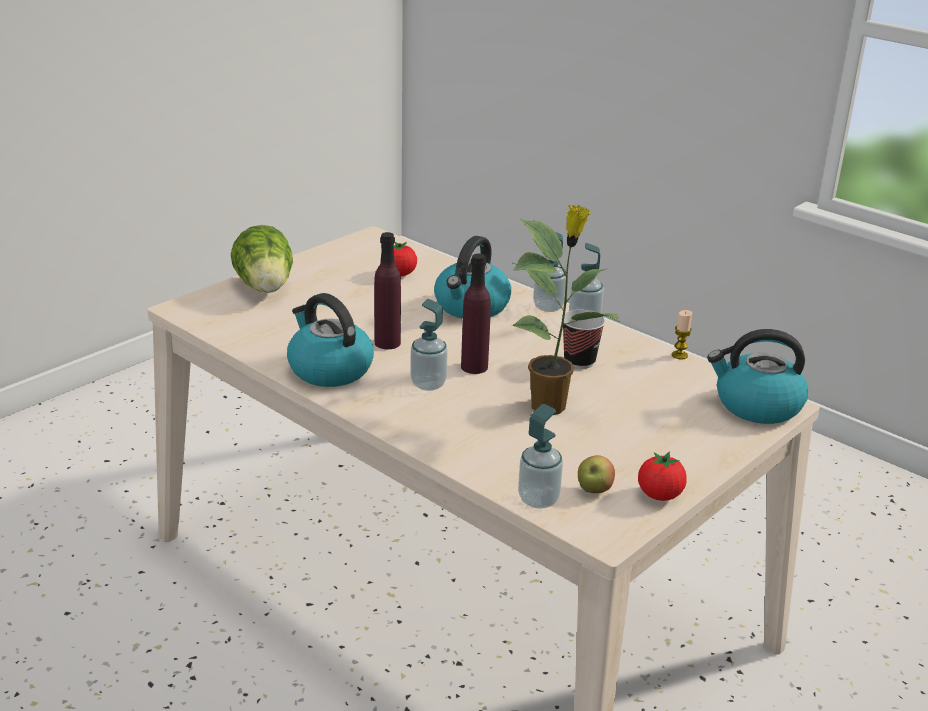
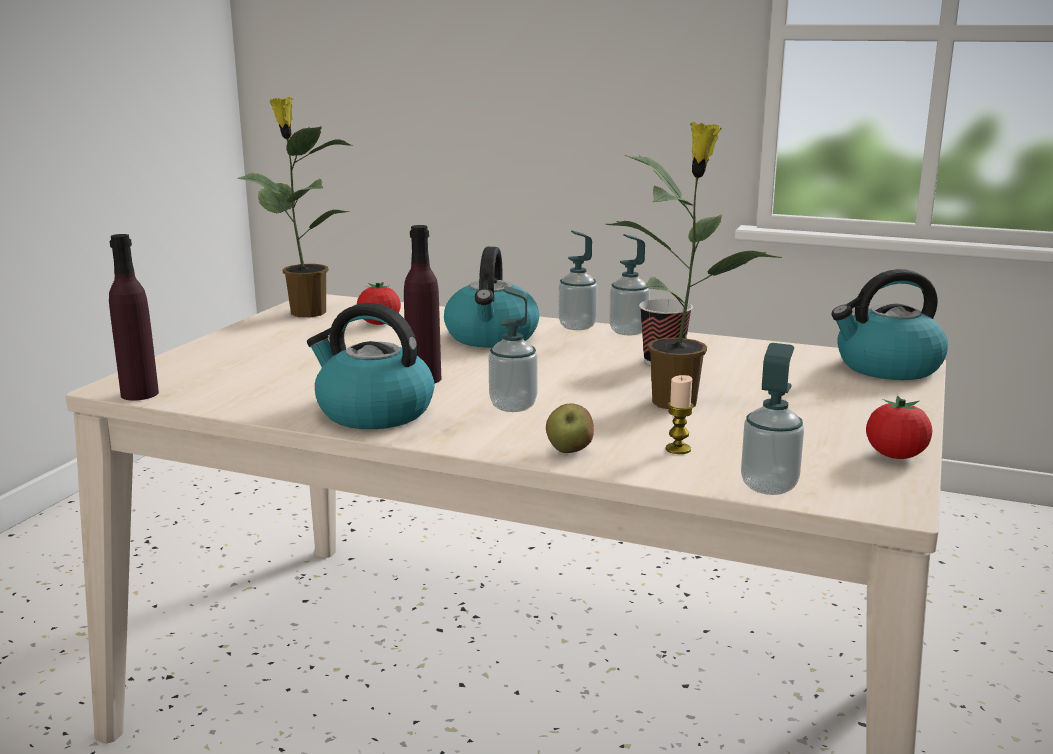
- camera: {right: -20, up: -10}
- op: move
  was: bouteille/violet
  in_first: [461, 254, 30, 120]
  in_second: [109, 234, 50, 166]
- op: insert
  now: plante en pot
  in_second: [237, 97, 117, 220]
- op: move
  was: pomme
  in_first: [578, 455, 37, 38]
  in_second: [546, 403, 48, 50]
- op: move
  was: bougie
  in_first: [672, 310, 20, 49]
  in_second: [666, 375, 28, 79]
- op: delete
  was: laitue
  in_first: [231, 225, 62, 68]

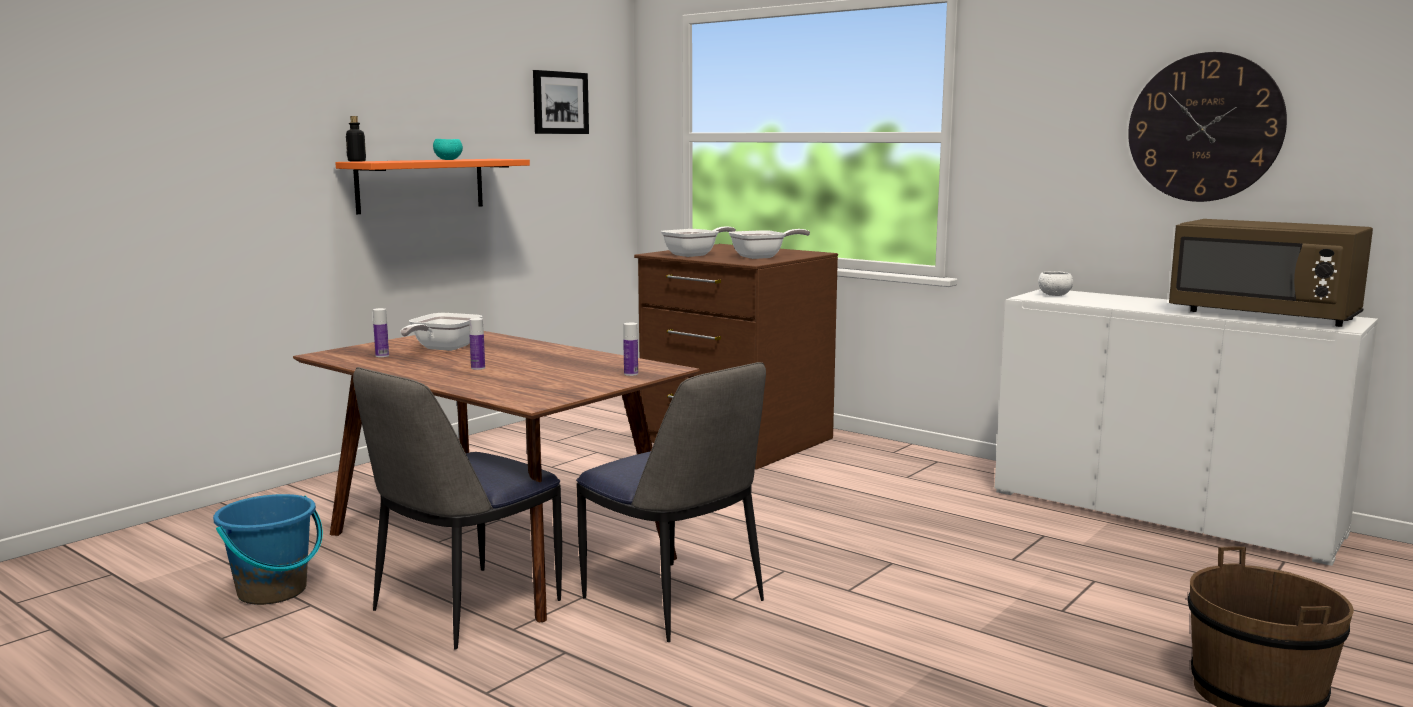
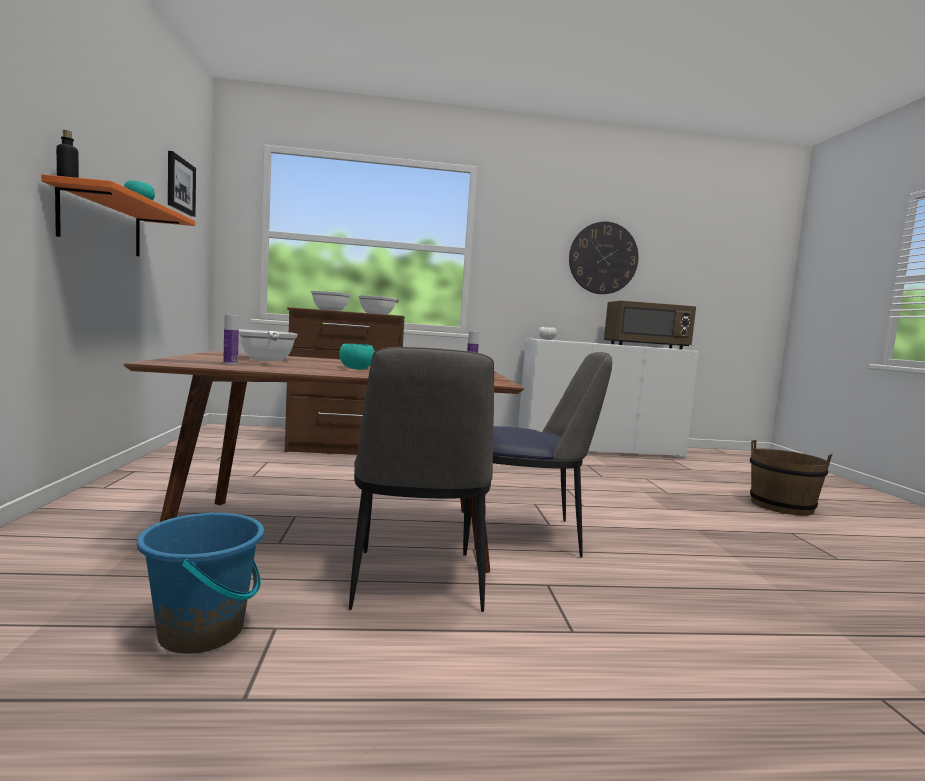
- camera: {right: -45, up: -5}
- op: replace
  was: bouteille
  now: bol/turquoise
  in_first: [469, 318, 16, 52]
  in_second: [339, 344, 35, 26]

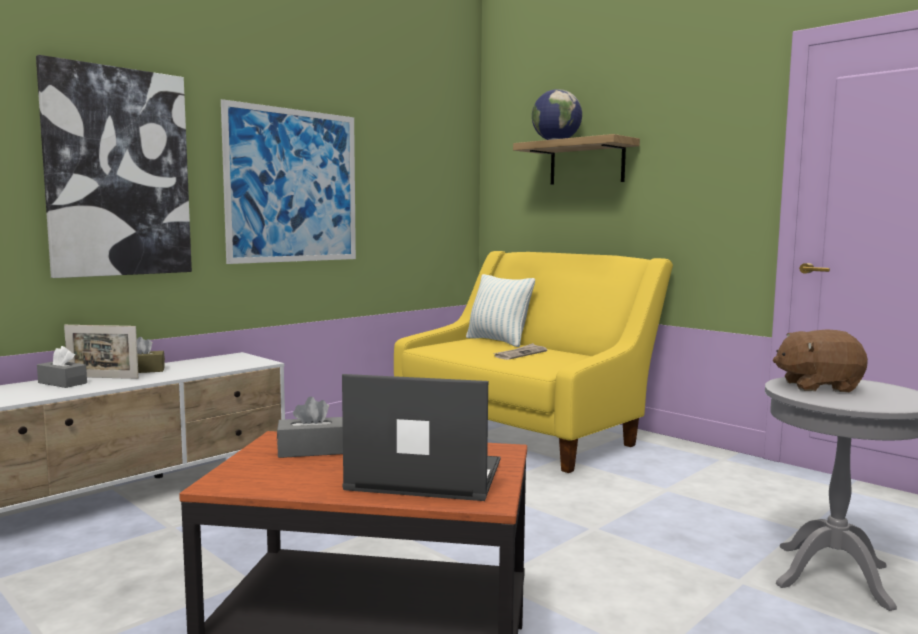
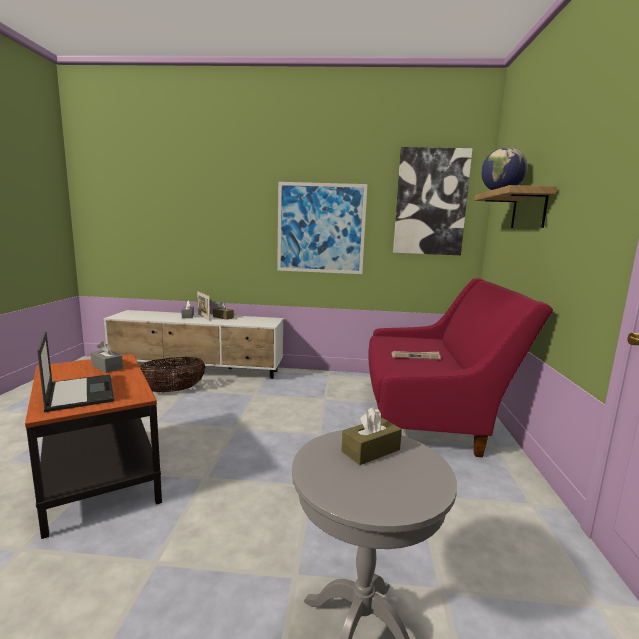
- camera: {right: 50, up: 5}
- op: insert
  now: panier
  in_second: [140, 357, 66, 35]
- op: replace
  was: peluche/marron
  now: boîte à mouchoirs/marron
  in_first: [773, 329, 95, 63]
  in_second: [341, 407, 61, 58]
- op: recolor
  was: canapé/jaune
  now: canapé/rouge
  in_first: [394, 251, 279, 222]
  in_second: [368, 278, 185, 179]
- op: move
  was: tableau
  in_first: [36, 55, 156, 223]
  in_second: [393, 147, 80, 108]
- op: delete
  was: coussin
  in_first: [466, 274, 69, 73]

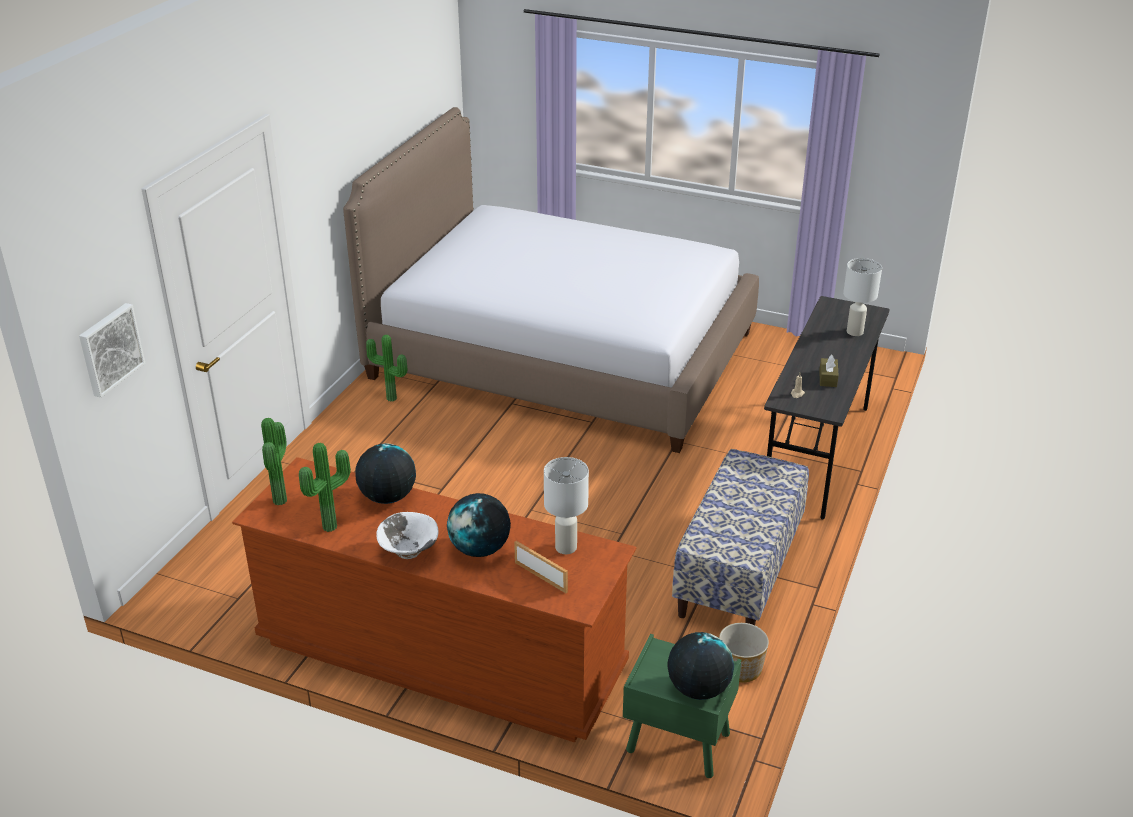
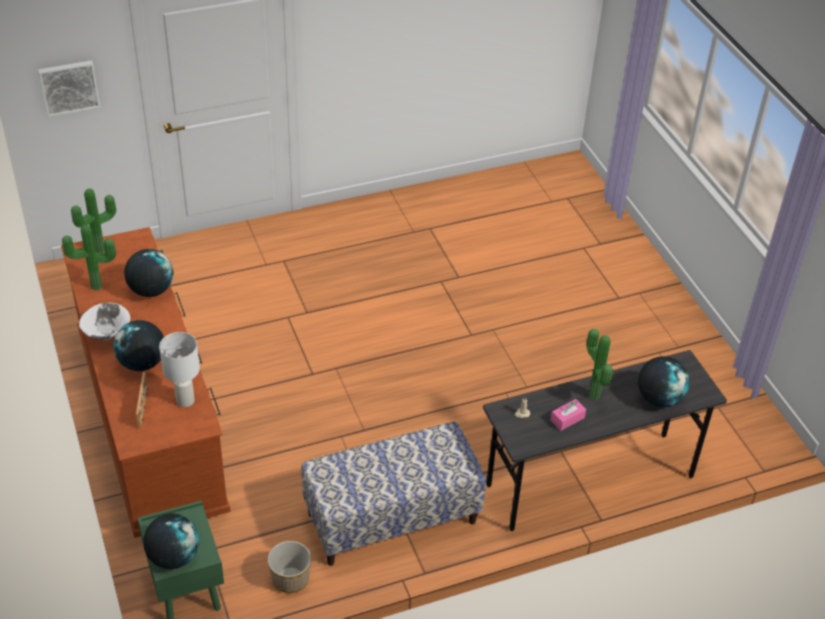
- camera: {right: 45, up: 10}
- op: recolor
  was: boîte à mouchoirs/marron
  now: boîte à mouchoirs/rose
  in_first: [819, 355, 20, 32]
  in_second: [550, 399, 36, 32]
- op: move
  was: plante en pot
  in_first: [366, 335, 42, 67]
  in_second: [586, 328, 27, 72]
- op: replace
  was: lampe de table/blanc
  now: globe
  in_first: [843, 258, 39, 78]
  in_second: [638, 356, 52, 51]
- op: delete
  was: lit
  in_first: [343, 107, 416, 346]

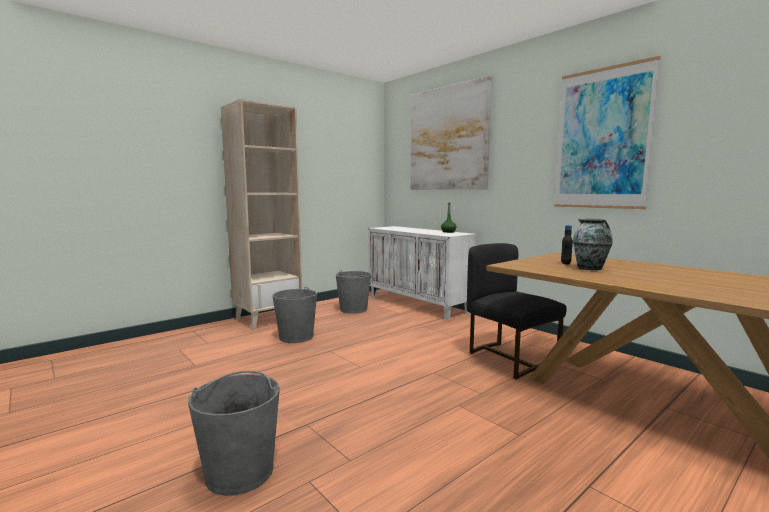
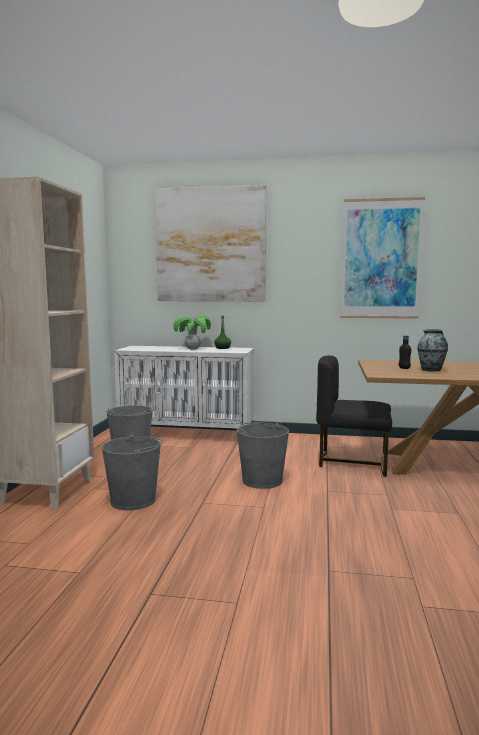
- camera: {right: -40, up: 0}
- op: insert
  now: plante en pot
  in_second: [173, 316, 38, 34]
- op: move
  was: seau/gris
  in_first: [188, 371, 92, 125]
  in_second: [237, 422, 52, 67]

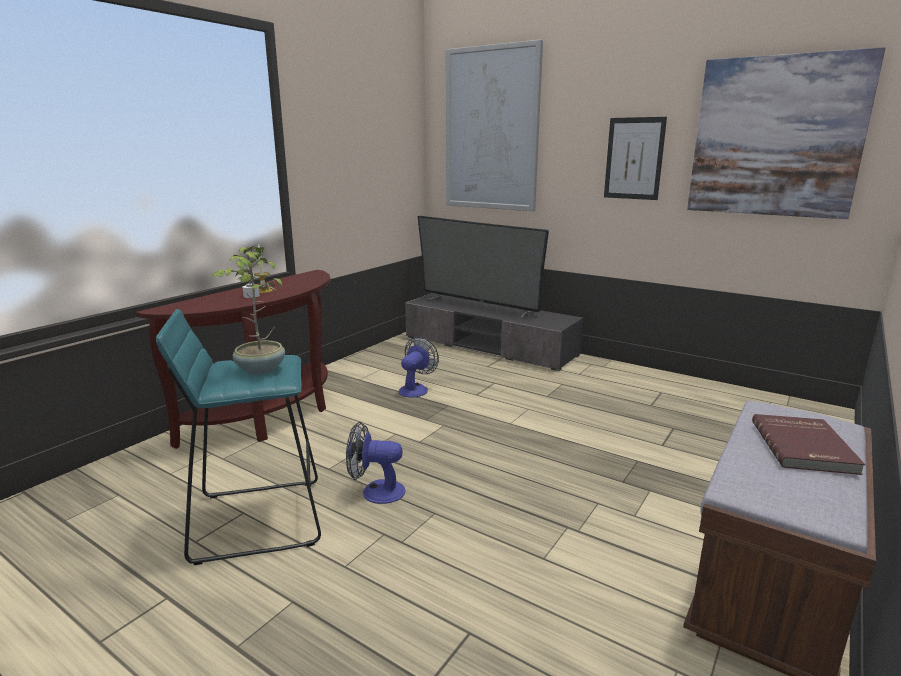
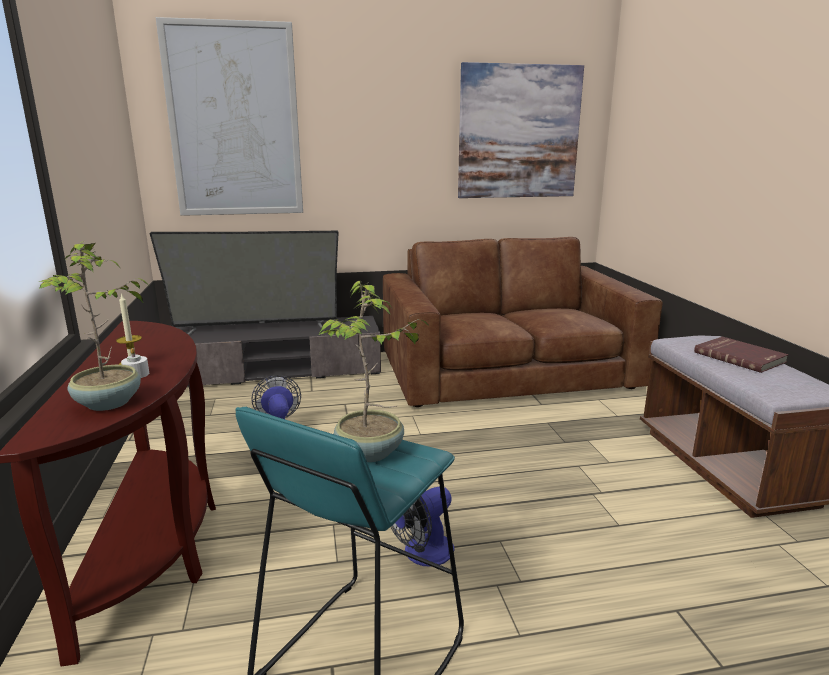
- camera: {right: -45, up: 0}
- op: insert
  now: plante en pot
  in_second: [39, 241, 109, 170]
- op: insert
  now: canapé/marron
  in_second: [383, 237, 280, 170]
- op: delete
  was: tableau
  in_first: [604, 117, 63, 83]

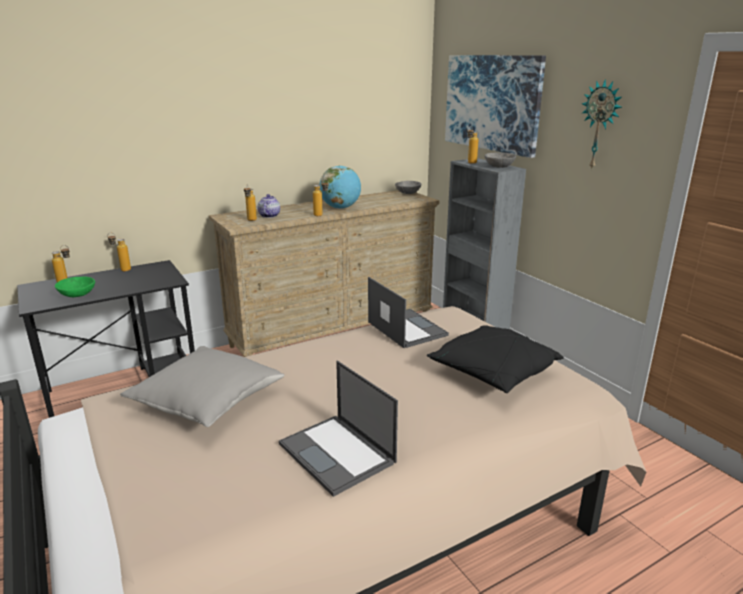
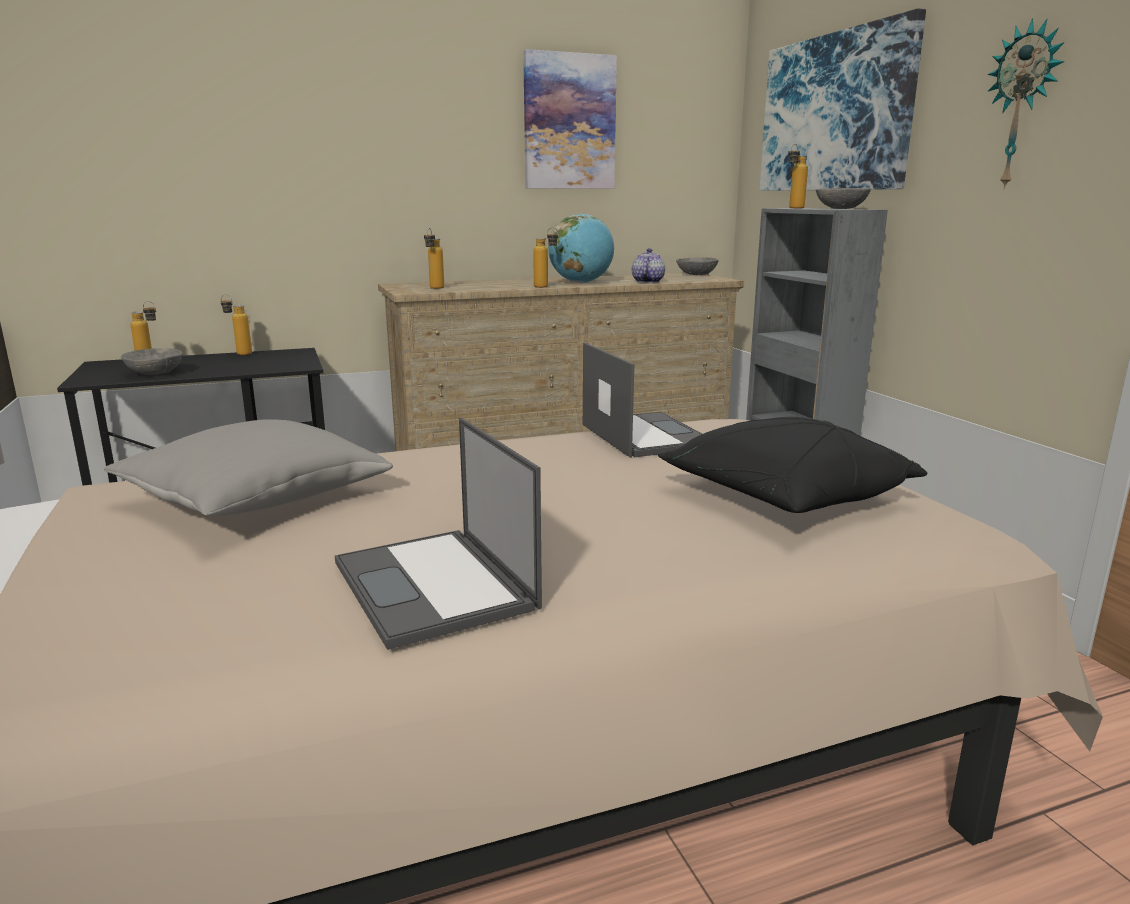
- camera: {right: 10, up: -5}
- op: recolor
  was: bol/vert
  now: bol/gris
  in_first: [55, 276, 40, 21]
  in_second: [121, 348, 62, 27]
- op: insert
  now: tableau
  in_second: [523, 49, 94, 140]
- op: move
  was: théière
  in_first: [257, 194, 23, 24]
  in_second: [632, 248, 33, 35]

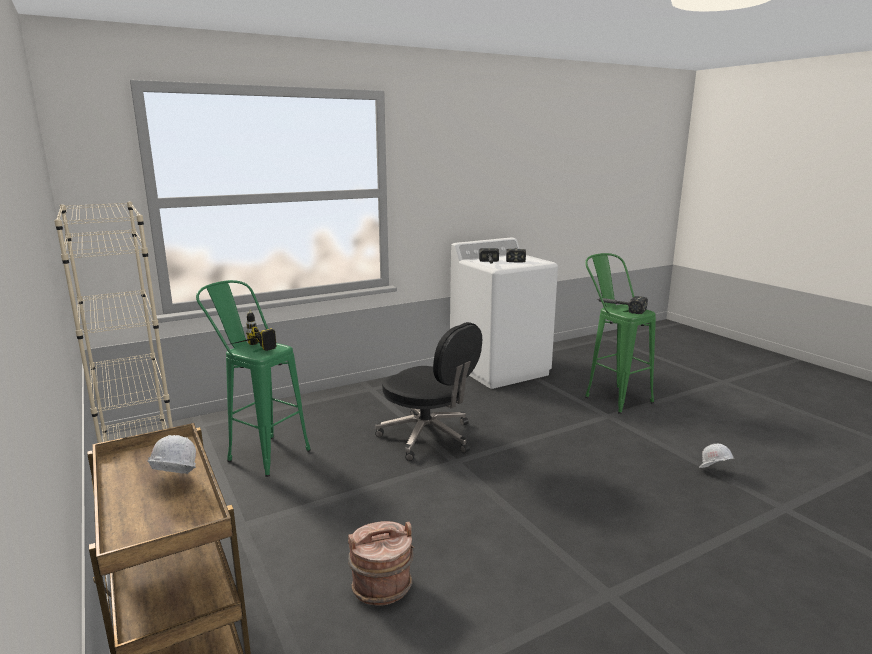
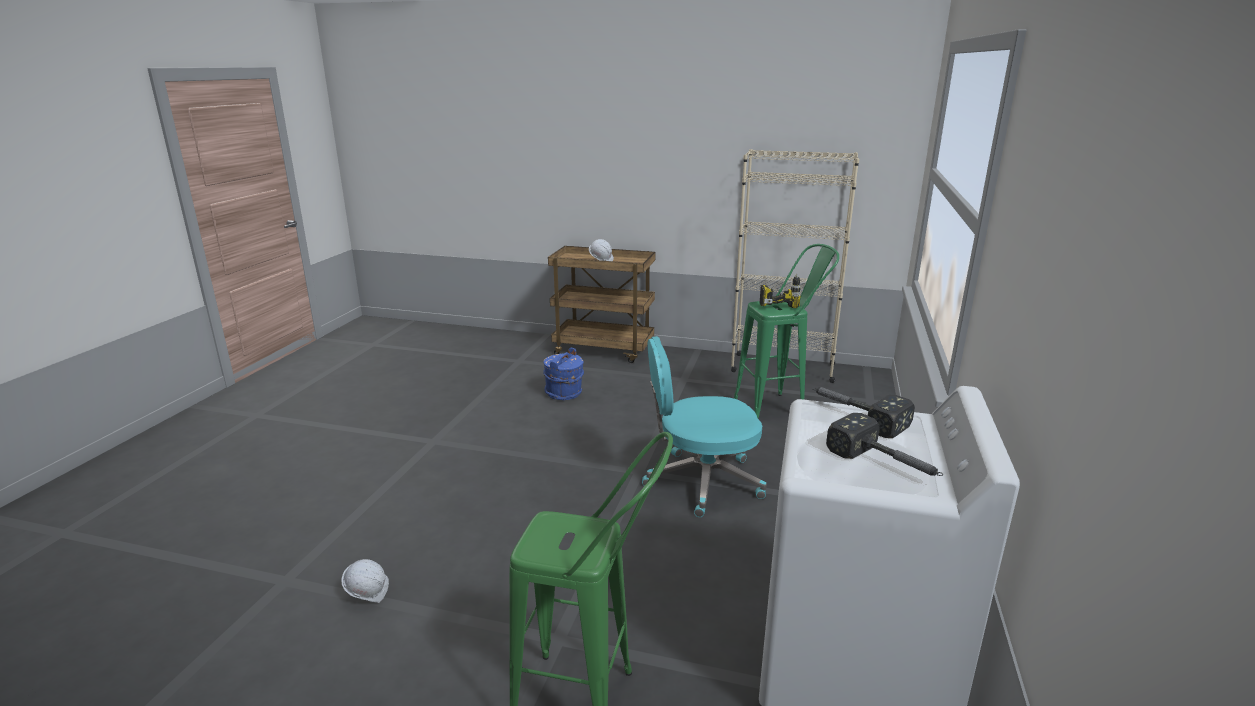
- camera: {right: 135, up: 5}
- op: recolor
  was: seau/marron
  now: seau/bleu
  in_first: [348, 521, 66, 85]
  in_second: [543, 348, 41, 52]
- op: recolor
  was: chaise de bureau/noir
  now: chaise de bureau/turquoise
  in_first: [375, 322, 107, 139]
  in_second: [642, 336, 125, 181]
- op: delete
  was: marteau
  in_first: [596, 296, 52, 18]

